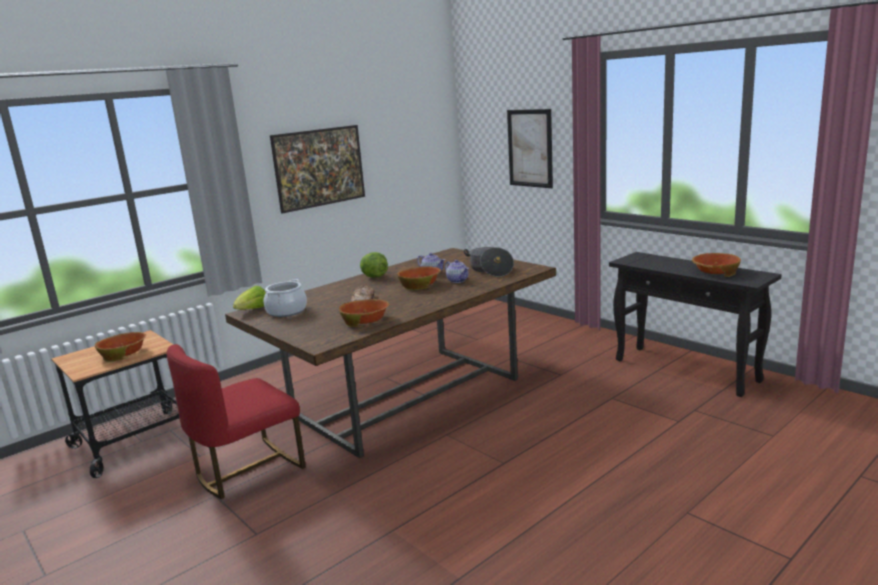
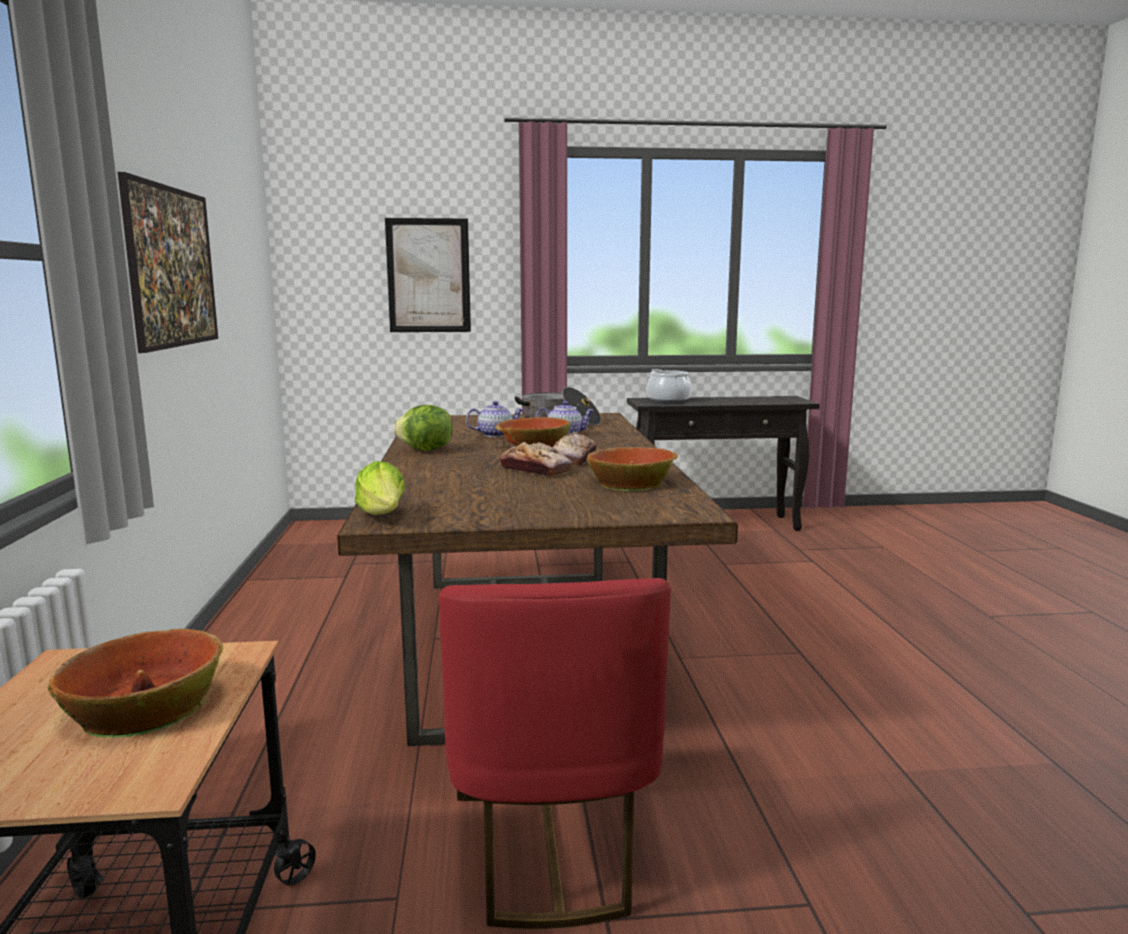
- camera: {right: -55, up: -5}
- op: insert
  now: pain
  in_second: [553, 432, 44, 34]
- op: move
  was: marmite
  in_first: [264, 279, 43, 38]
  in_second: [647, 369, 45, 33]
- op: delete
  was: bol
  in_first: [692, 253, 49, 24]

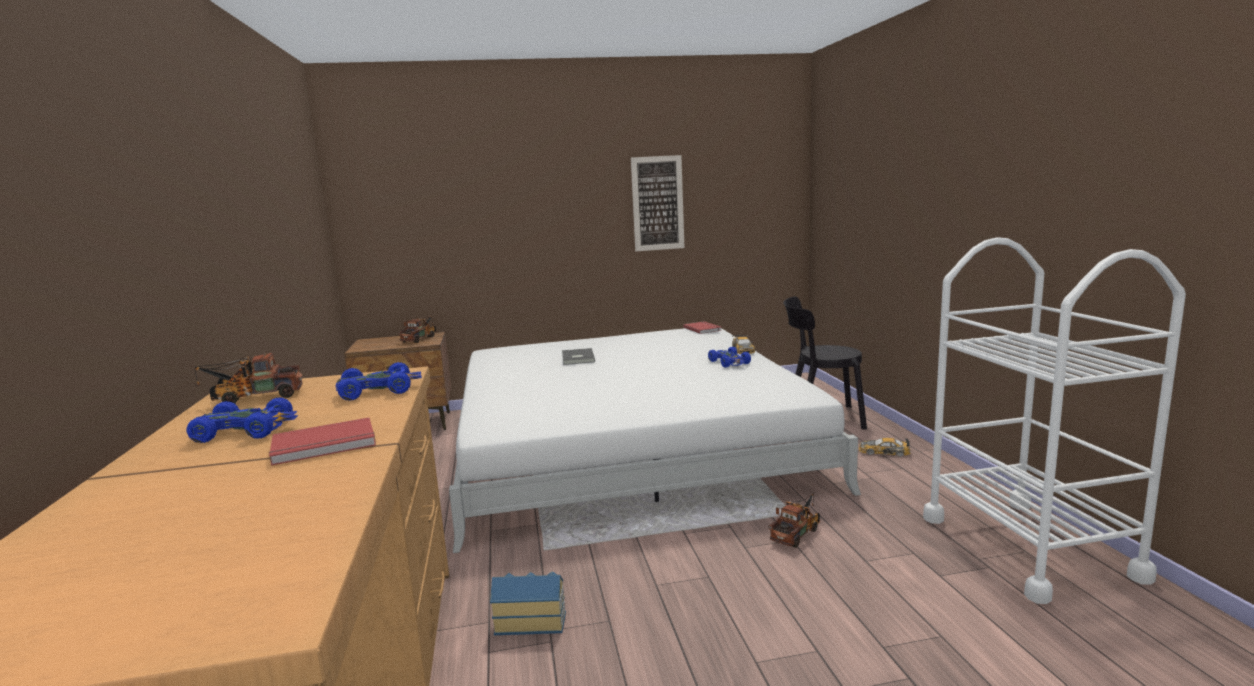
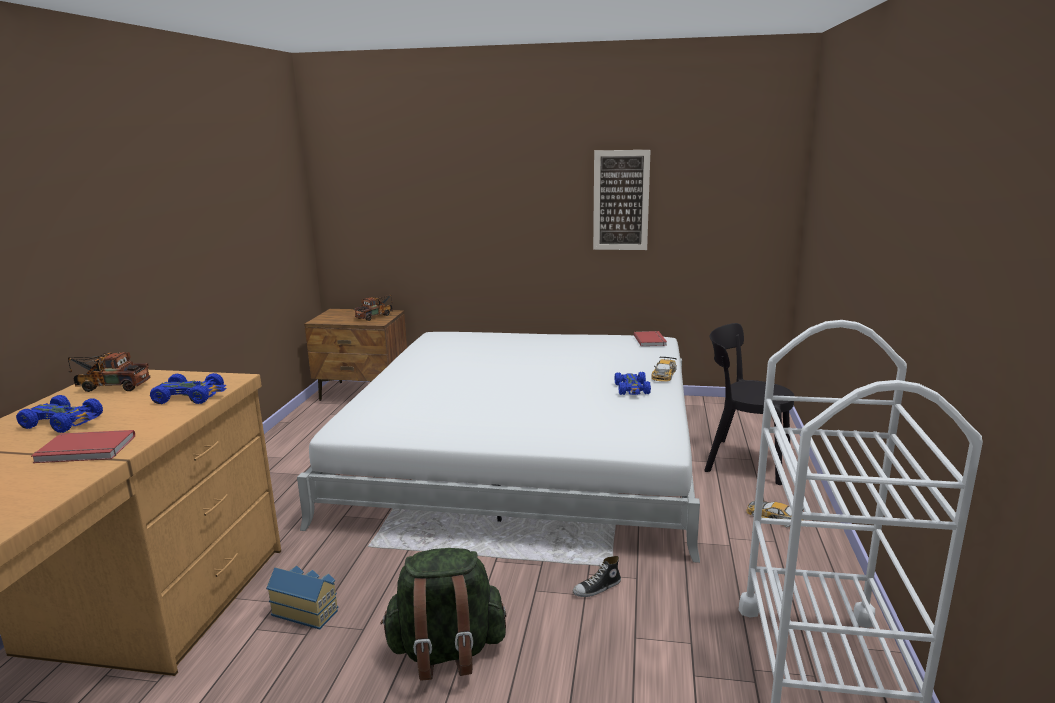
- camera: {right: 20, up: 5}
- op: insert
  now: sac à dos/vert
  in_second: [380, 548, 126, 132]
- op: replace
  was: camion jouet
  now: chaussure
  in_first: [768, 493, 52, 55]
  in_second: [573, 556, 48, 41]
- op: delete
  was: livre/gris
  in_first: [562, 348, 33, 17]

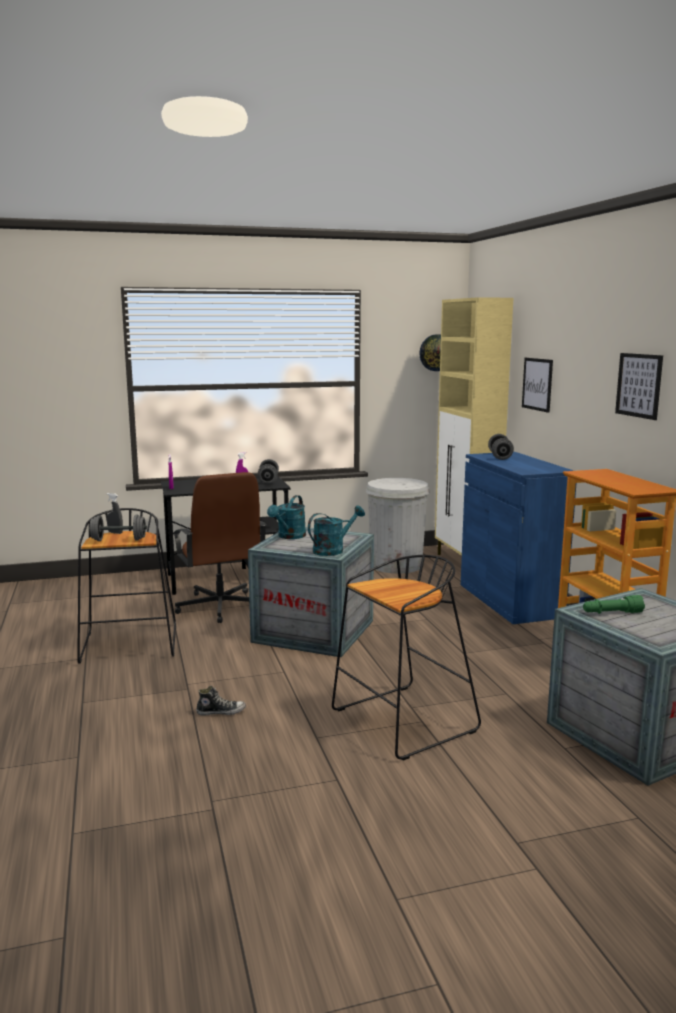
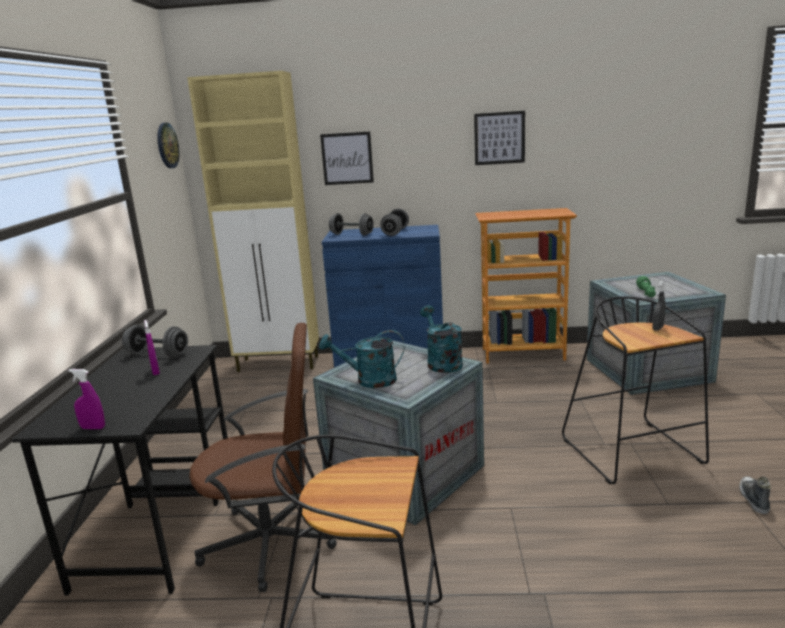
- camera: {right: -70, up: 5}
- op: rotate
  was: arrosoir/turquoise
  in_first: [267, 495, 39, 44]
  in_second: [319, 330, 86, 58]
  clockwise: 135
- op: move
  was: haltère/gris
  in_first: [89, 515, 58, 26]
  in_second: [380, 208, 29, 28]
- op: move
  was: vaporisateur/gris
  in_first: [107, 493, 16, 41]
  in_second: [653, 281, 13, 50]
- op: move
  was: chaussure
  in_first: [196, 686, 50, 30]
  in_second: [739, 476, 32, 38]
- op: delete
  was: poubelle/blanc
  in_first: [365, 478, 65, 96]

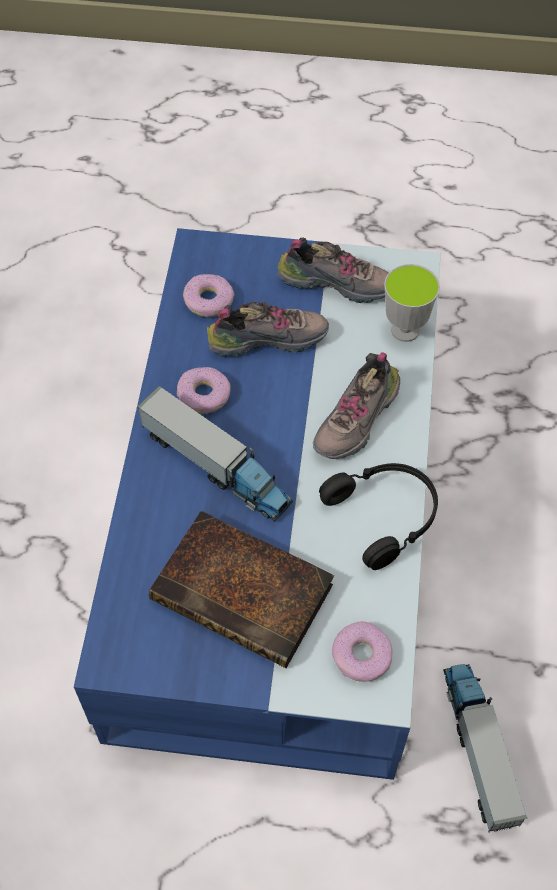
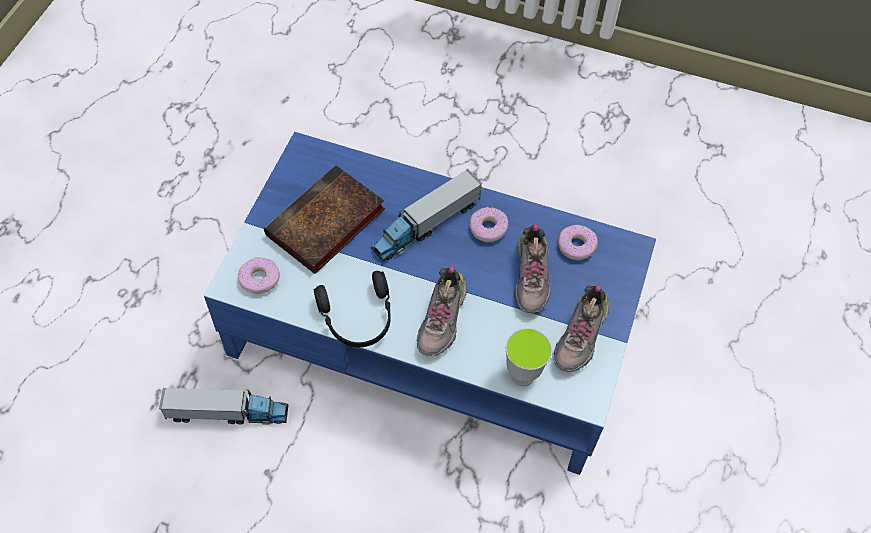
- camera: {right: 100, up: 0}
- op: rotate
  was: chaussure
  in_first: [313, 352, 87, 107]
  in_second: [417, 266, 50, 90]
  clockwise: -120

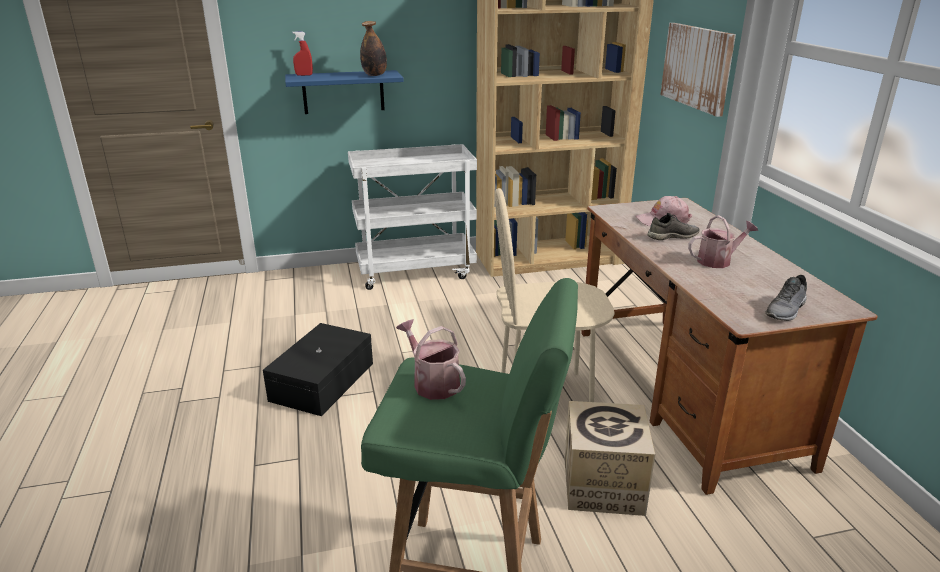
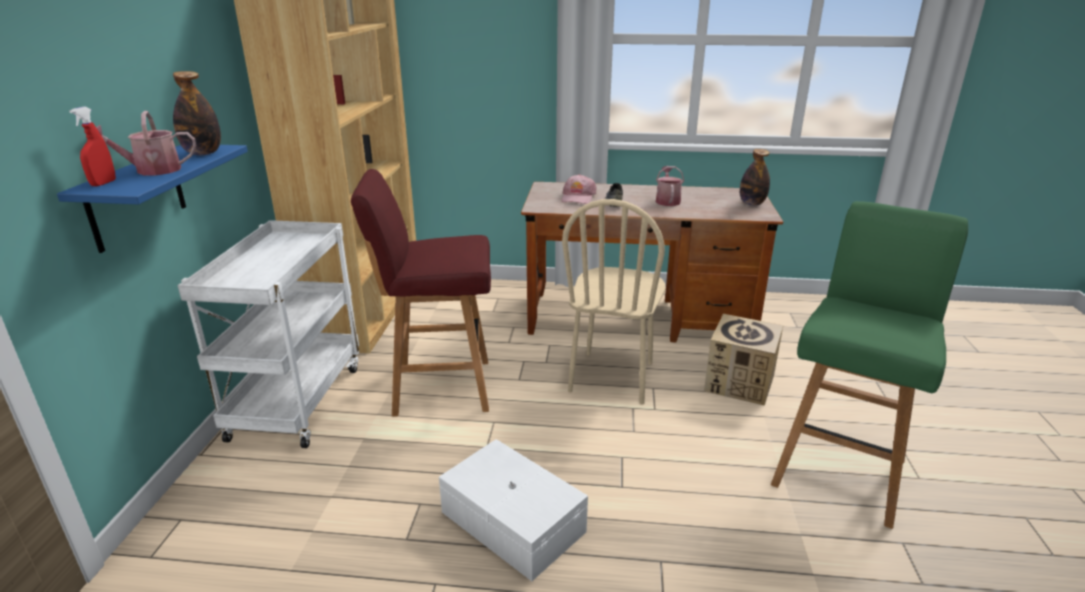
- camera: {right: -70, up: 0}
- op: move
  was: arrosoir
  in_first: [396, 319, 70, 81]
  in_second: [97, 111, 99, 64]
- op: insert
  now: tabouret/rouge
  in_second: [351, 169, 140, 248]
- op: recolor
  was: boîte de rangement/noir
  now: boîte de rangement/blanc
  in_first: [263, 323, 110, 93]
  in_second: [439, 439, 149, 142]
- op: replace
  was: chaussure/gris
  now: bouteille
  in_first: [765, 275, 42, 46]
  in_second: [740, 149, 30, 57]
- op: delete
  was: tableau
  in_first: [660, 23, 76, 94]

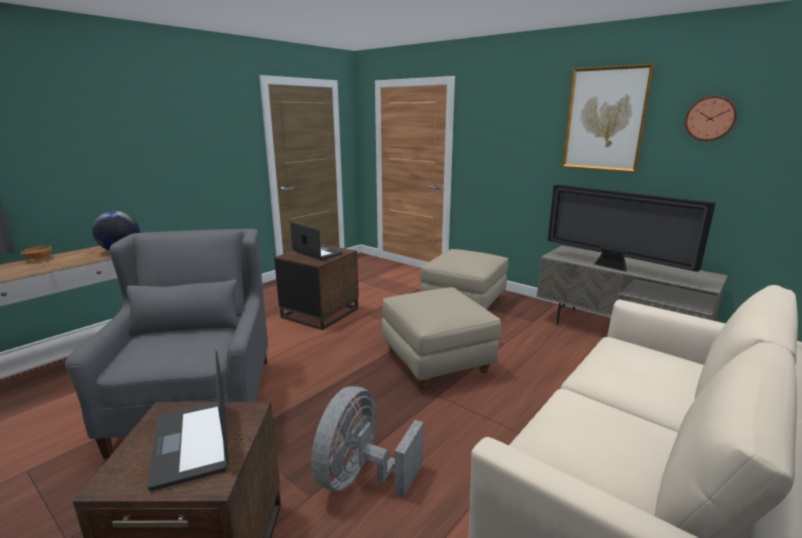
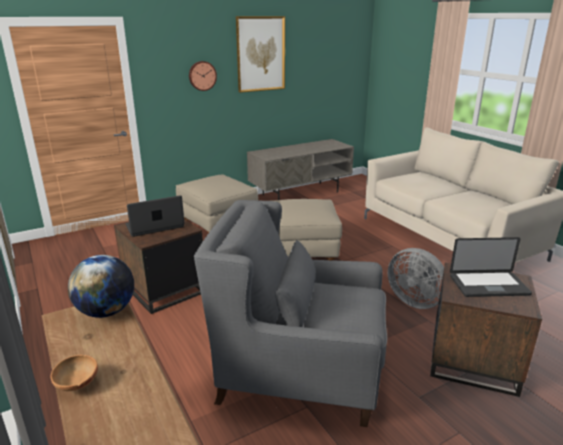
- camera: {right: -70, up: 5}
- op: move
  was: horloge murale
  in_first: [685, 96, 52, 45]
  in_second: [189, 61, 28, 30]
- op: delete
  was: téléviseur
  in_first: [548, 184, 168, 88]

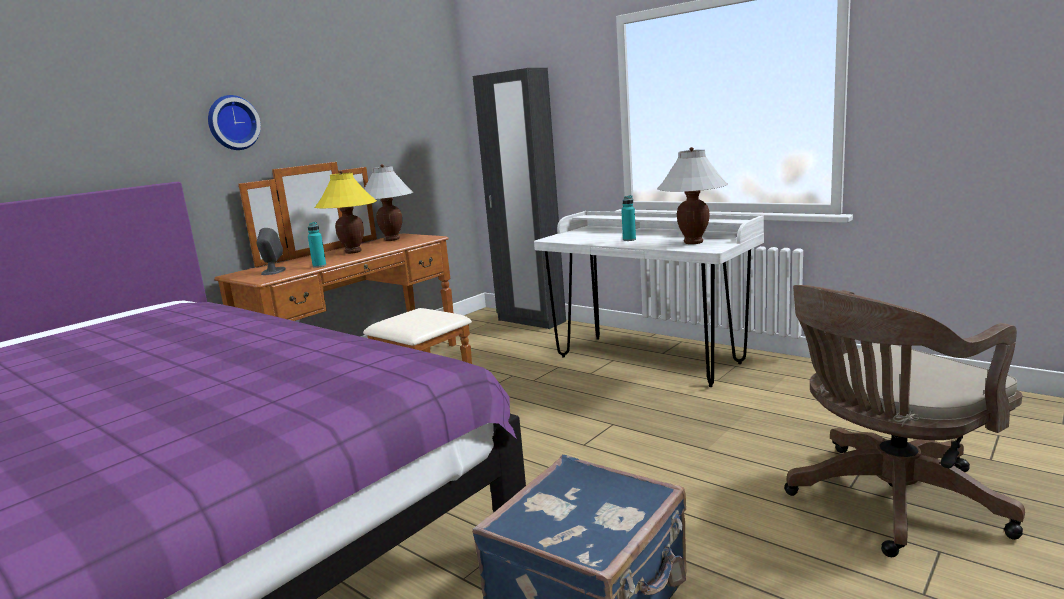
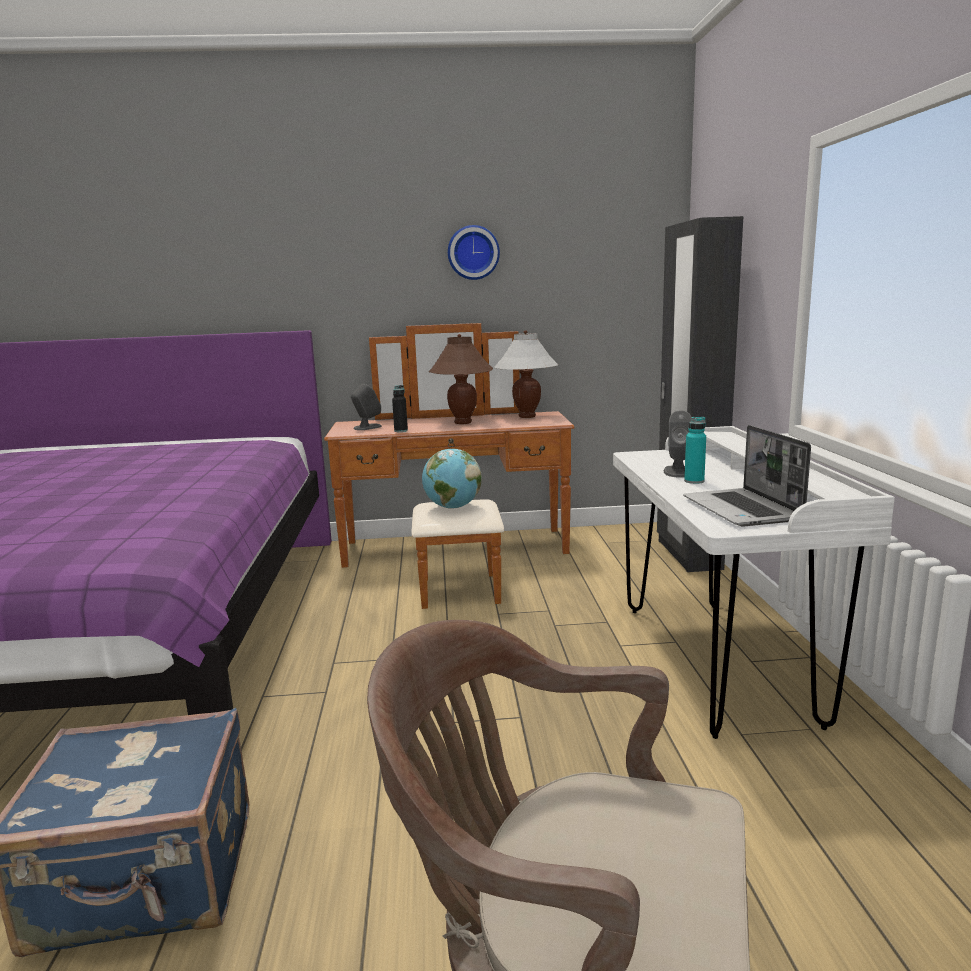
- camera: {right: 45, up: 0}
- op: recolor
  was: bouteille/turquoise
  now: bouteille/noir
  in_first: [308, 222, 18, 46]
  in_second: [392, 385, 16, 47]
- op: insert
  now: globe
  in_second: [422, 449, 60, 60]
- op: recolor
  was: lampe de table/jaune
  now: lampe de table/marron
  in_first: [314, 171, 63, 83]
  in_second: [429, 334, 64, 90]
- op: move
  was: horloge murale
  in_first: [208, 95, 53, 55]
  in_second: [448, 225, 52, 55]
- op: insert
  now: enceinte/gris
  in_second: [664, 411, 28, 66]
- op: replace
  was: lampe de table/blanc
  now: ordinateur portable
  in_first: [657, 147, 71, 97]
  in_second: [683, 425, 128, 101]

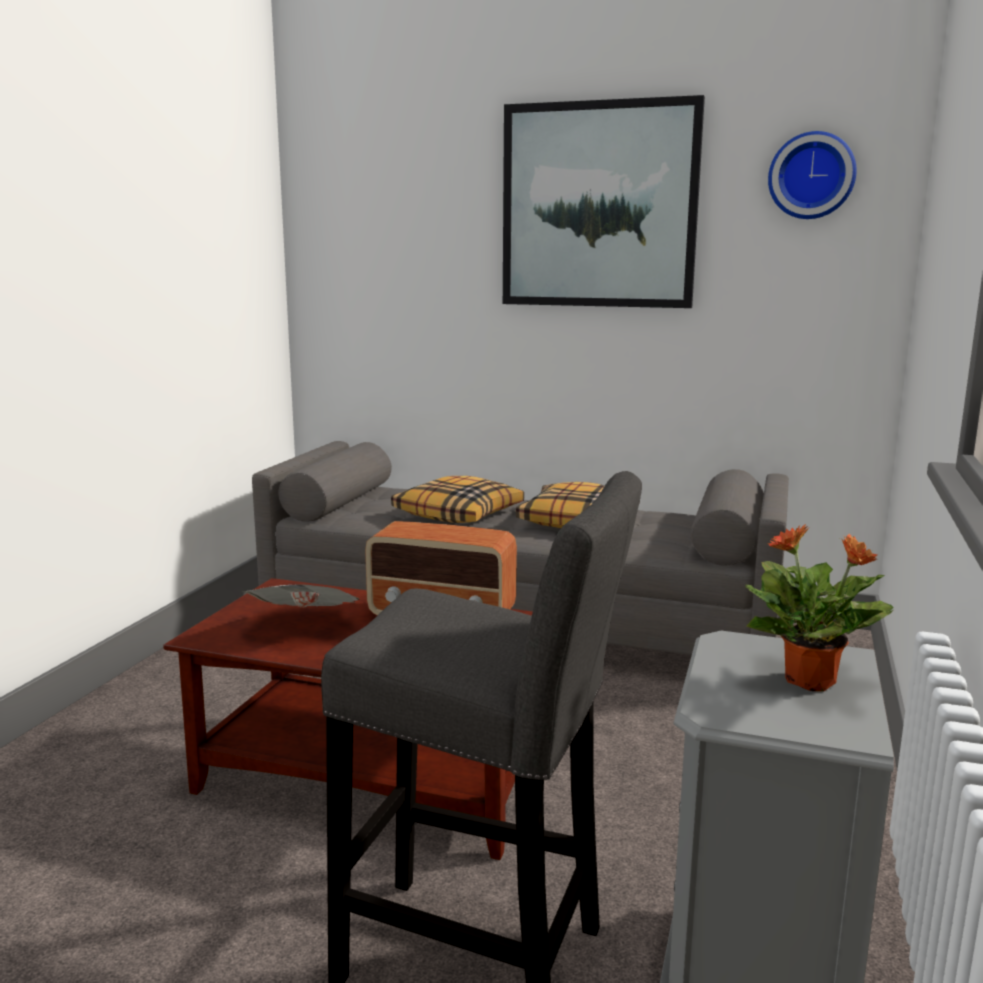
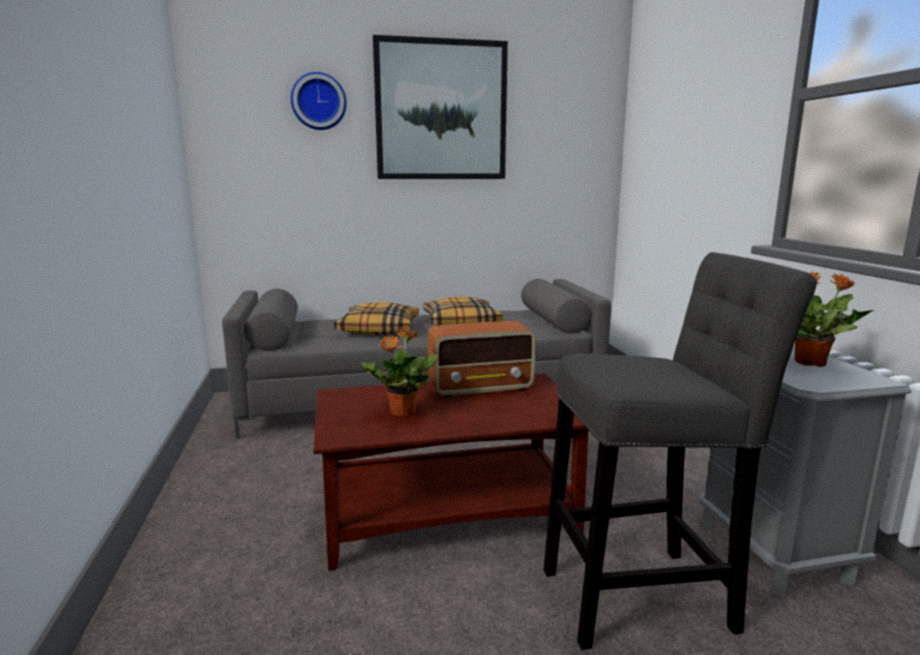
- camera: {right: -30, up: 0}
- op: move
  was: horloge murale
  in_first: [768, 131, 89, 88]
  in_second: [291, 72, 56, 58]
- op: replace
  was: journal
  now: plante en pot
  in_first: [243, 584, 116, 24]
  in_second: [360, 327, 78, 90]

